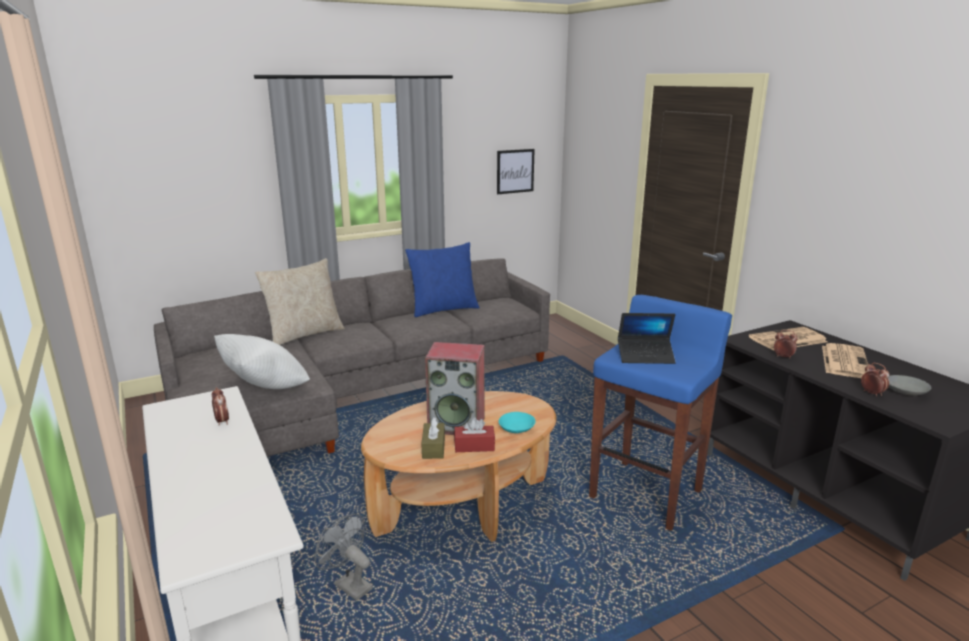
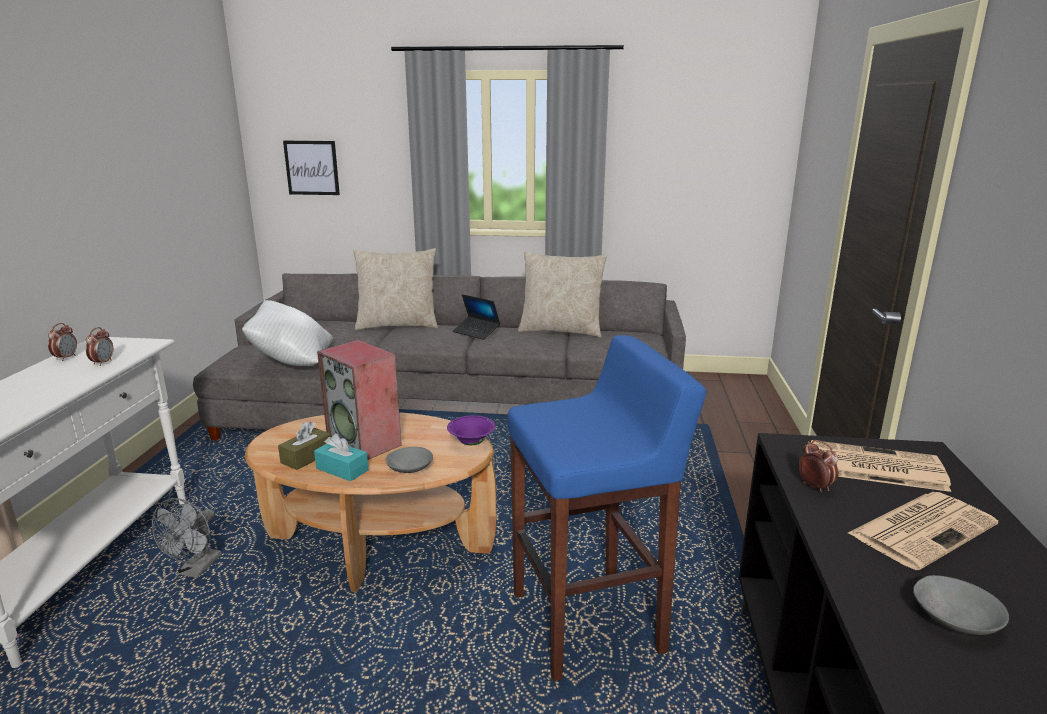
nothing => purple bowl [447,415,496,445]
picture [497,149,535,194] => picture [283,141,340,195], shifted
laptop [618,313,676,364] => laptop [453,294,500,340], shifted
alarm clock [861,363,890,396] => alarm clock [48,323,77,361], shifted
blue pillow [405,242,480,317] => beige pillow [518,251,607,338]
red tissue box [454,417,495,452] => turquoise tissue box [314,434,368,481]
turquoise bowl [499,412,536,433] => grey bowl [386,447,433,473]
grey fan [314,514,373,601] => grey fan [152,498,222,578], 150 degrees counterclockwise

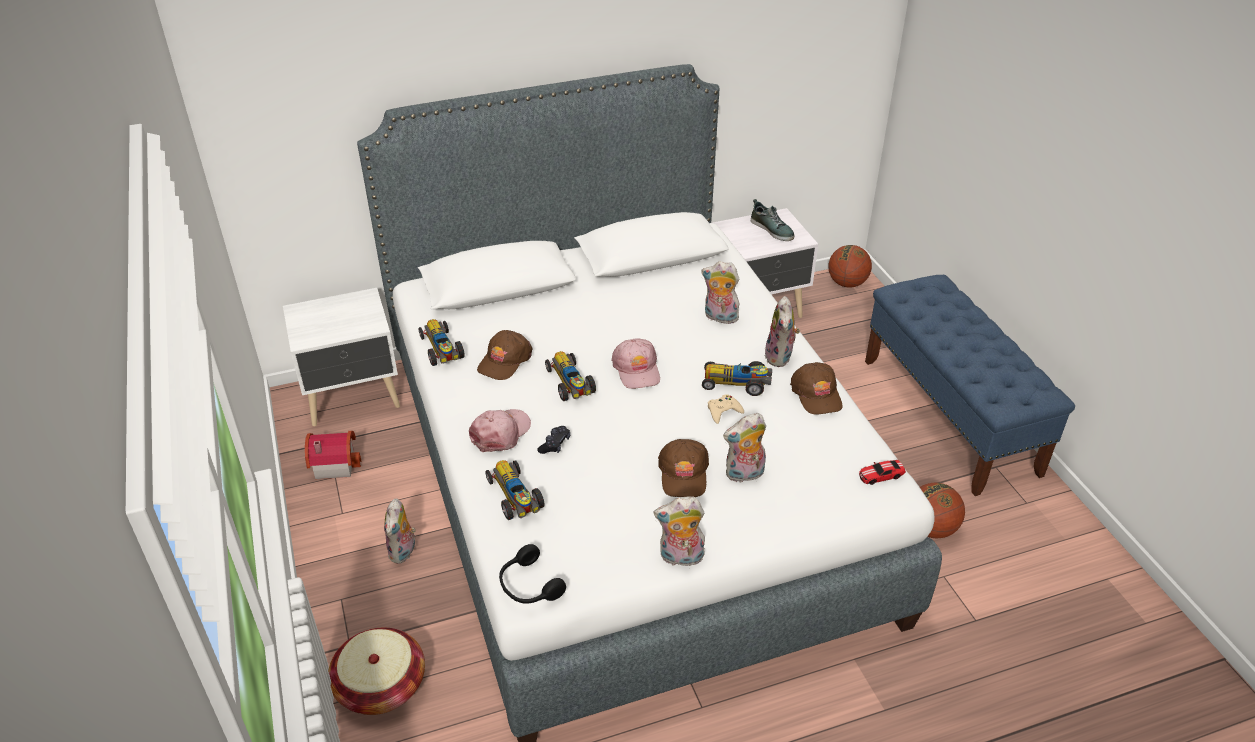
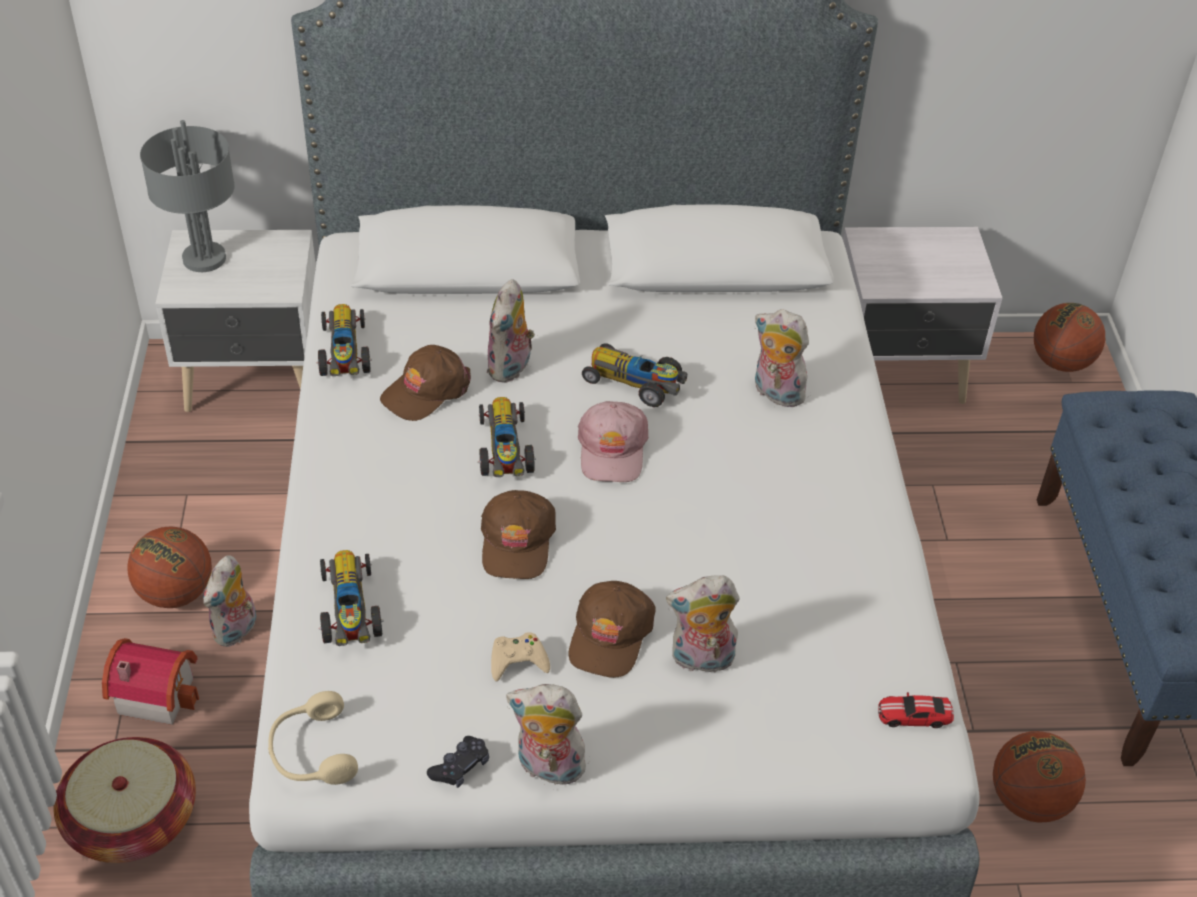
pink cap [469,409,531,452] => nothing
shoe [751,199,794,241] => nothing
nothing => basketball [127,526,212,608]
nothing => grey table lamp [140,120,235,272]
toy house [305,431,361,479] => toy house [102,638,199,725], shifted
black game controller [537,426,570,454] => black game controller [427,736,489,788], shifted
toy car [702,361,772,396] => toy car [582,343,687,407], shifted
beige game controller [708,394,744,424] => beige game controller [491,632,550,681], shifted
plush toy [764,296,800,367] => plush toy [487,279,535,383], shifted
brown cap [790,362,843,415] => brown cap [481,490,556,579], shifted
black headphones [499,544,566,604] => beige headphones [268,691,358,785]

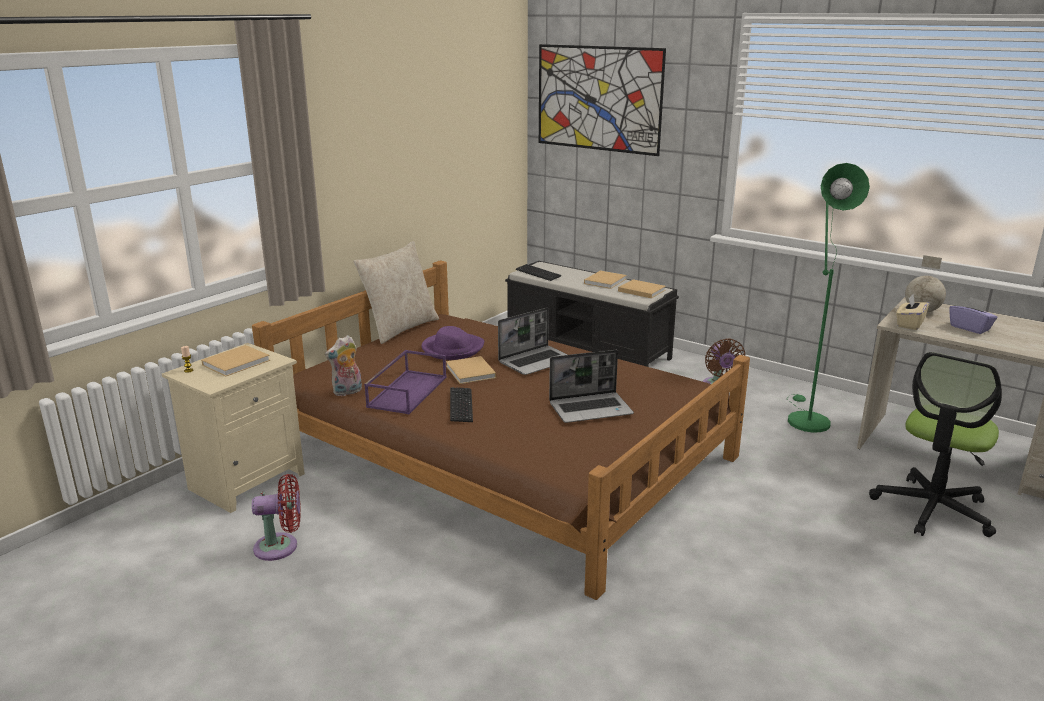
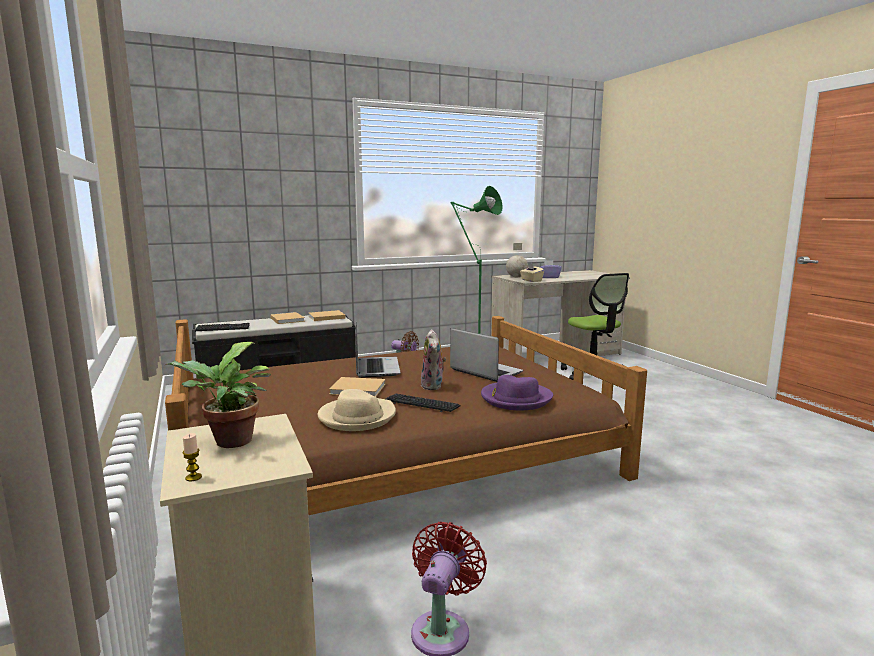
beige pillow [354,241,439,344] => nothing
picture [539,44,666,156] => nothing
plush toy [325,335,362,396] => plush toy [420,329,446,390], shifted
purple hat [422,326,484,360] => purple hat [481,375,553,410], shifted
beige book [201,345,270,376] => potted plant [165,342,271,448]
purple tray [364,350,446,414] => beige hat [318,389,396,431]
laptop [549,350,634,423] => laptop [450,328,523,382], 60 degrees counterclockwise

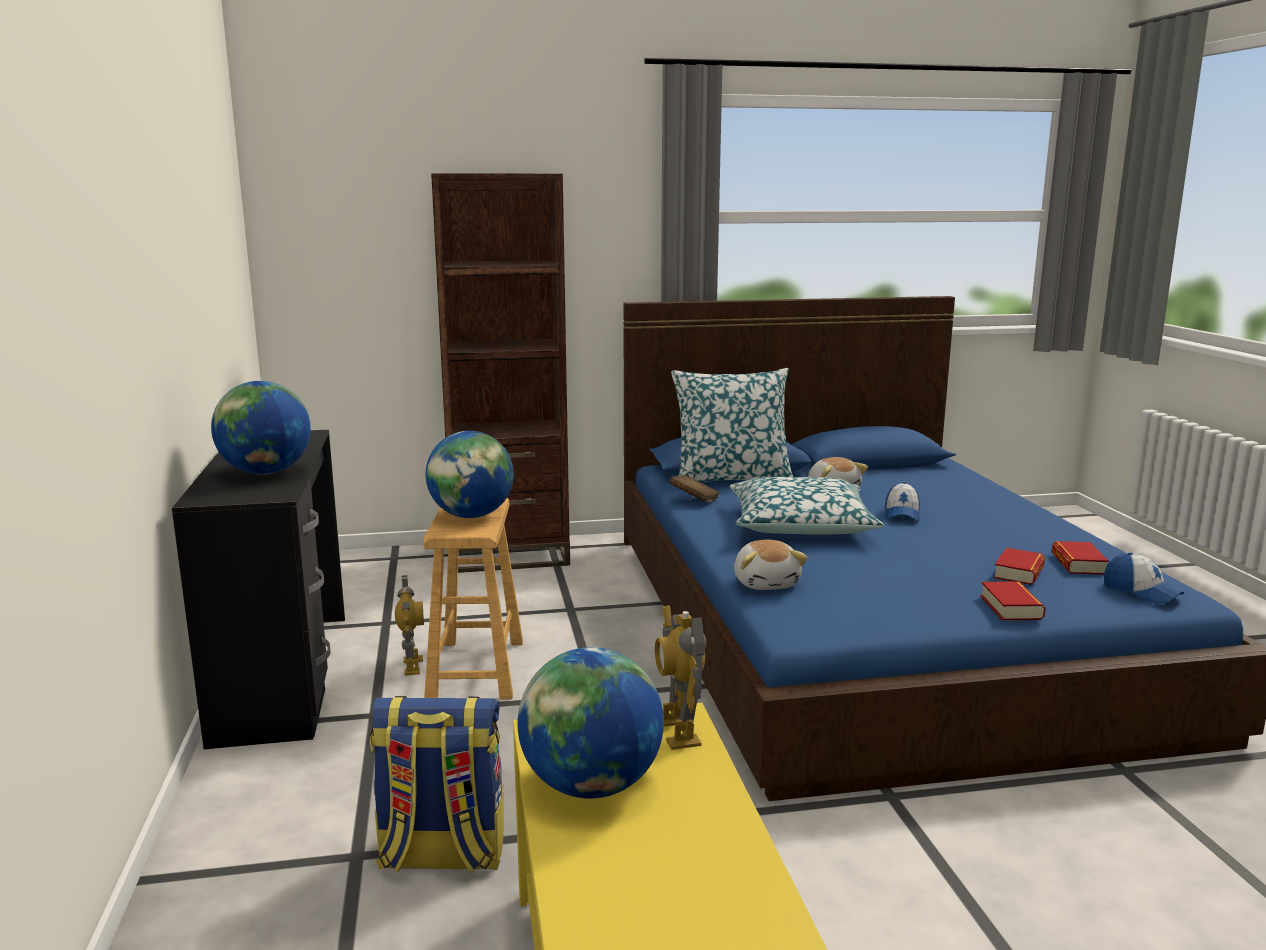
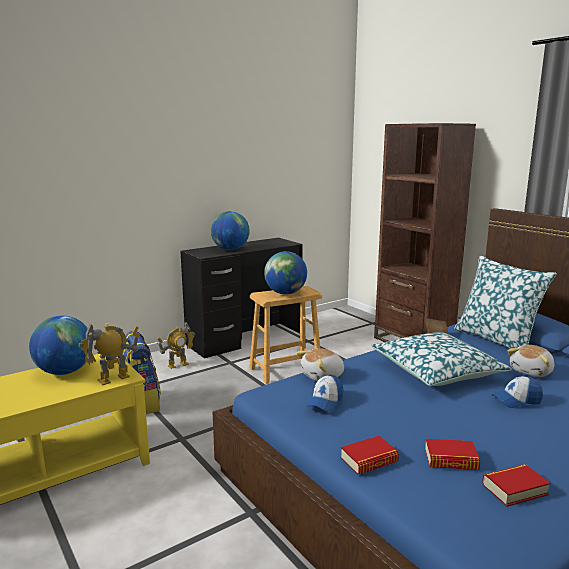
toy robot [395,575,424,676] => toy robot [157,322,195,369], shifted
cap [1104,553,1184,604] => cap [306,374,343,412], shifted

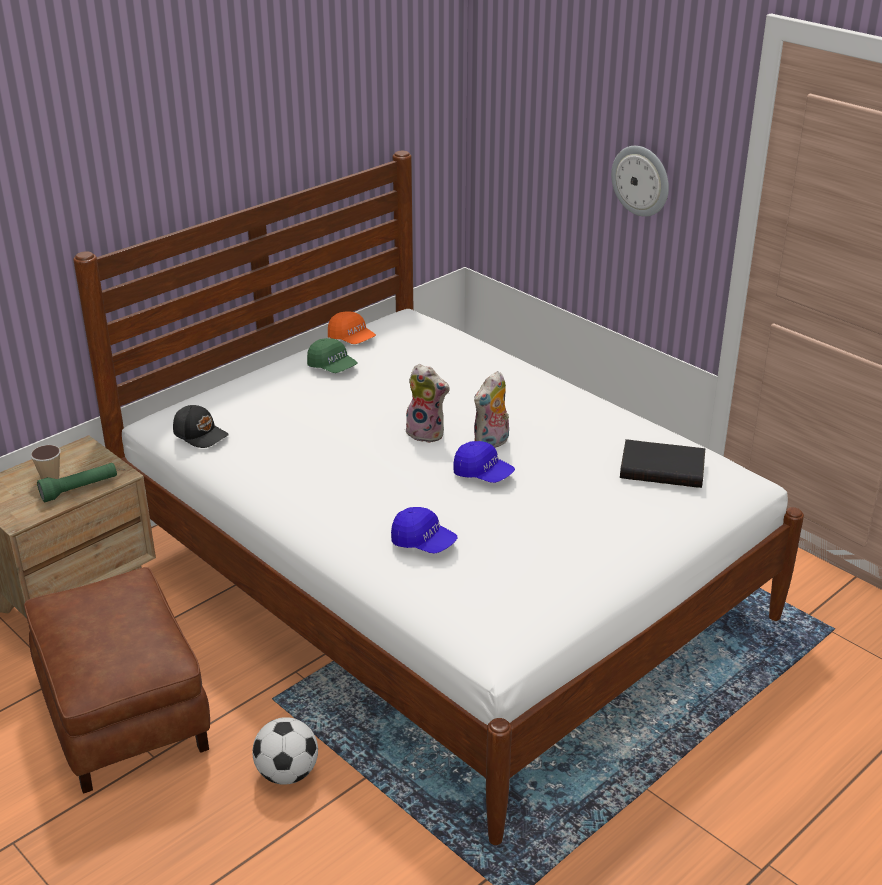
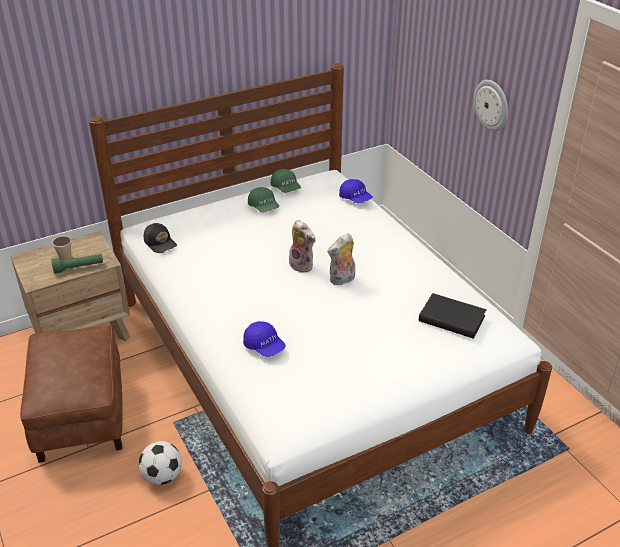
blue cap [453,441,515,483] => blue cap [339,179,373,203], shifted
orange cap [328,311,376,344] => green cap [271,169,301,193]

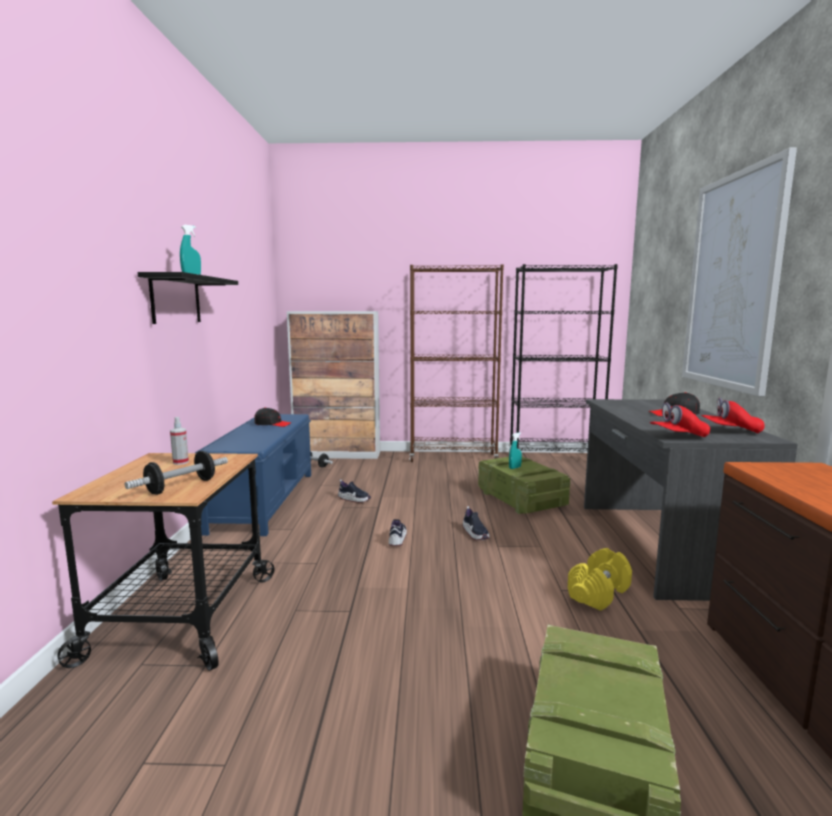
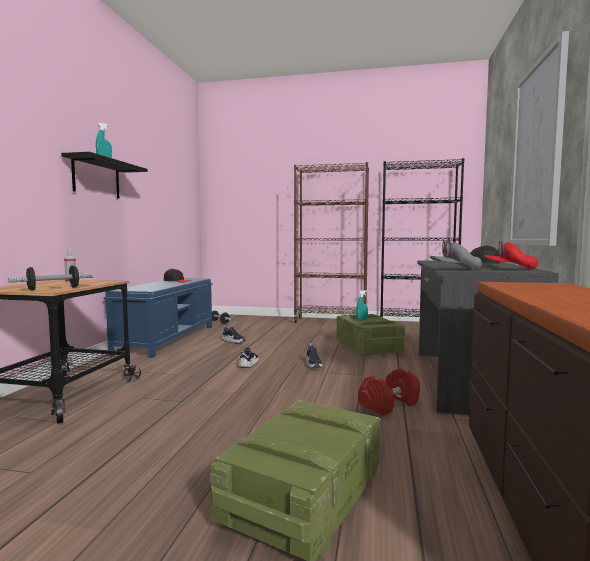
cabinet [287,311,380,459] => nothing
yellow dumbbell [568,548,632,611] => red dumbbell [358,369,420,415]
red cap [650,402,710,437] => grey cap [430,241,482,270]

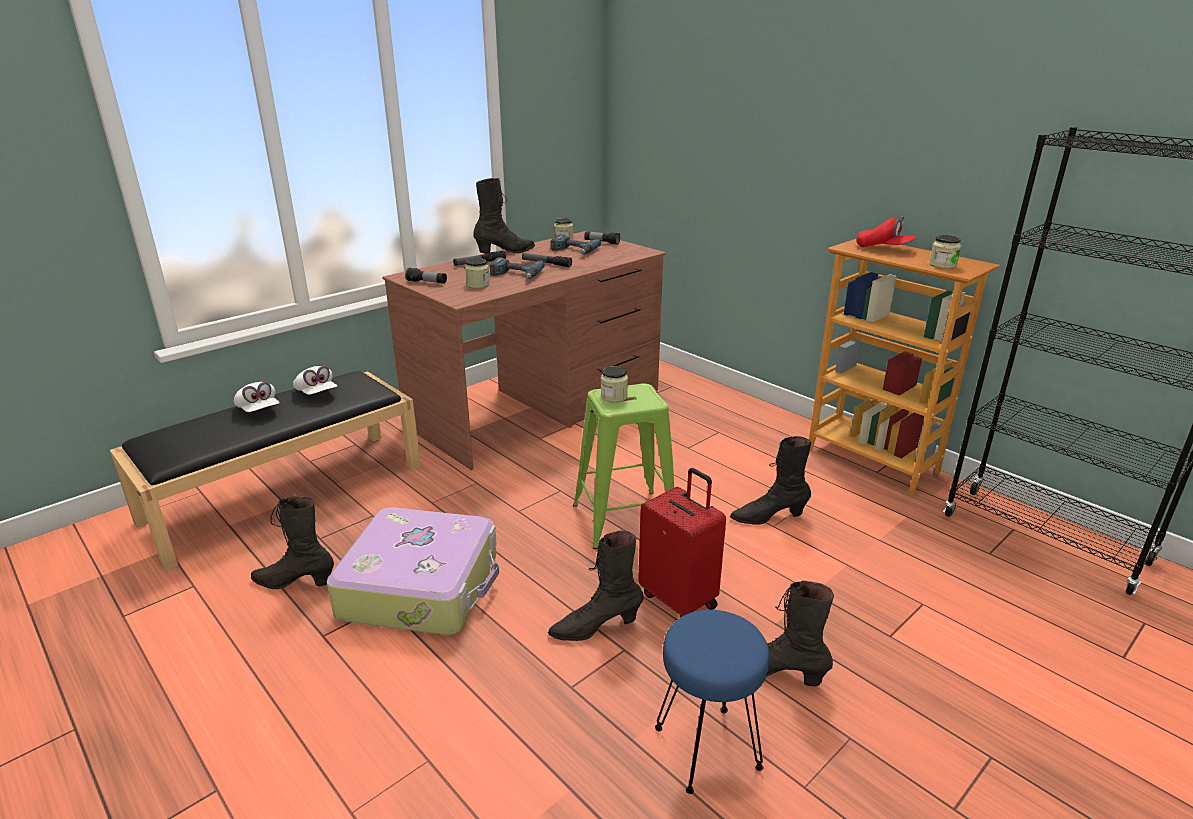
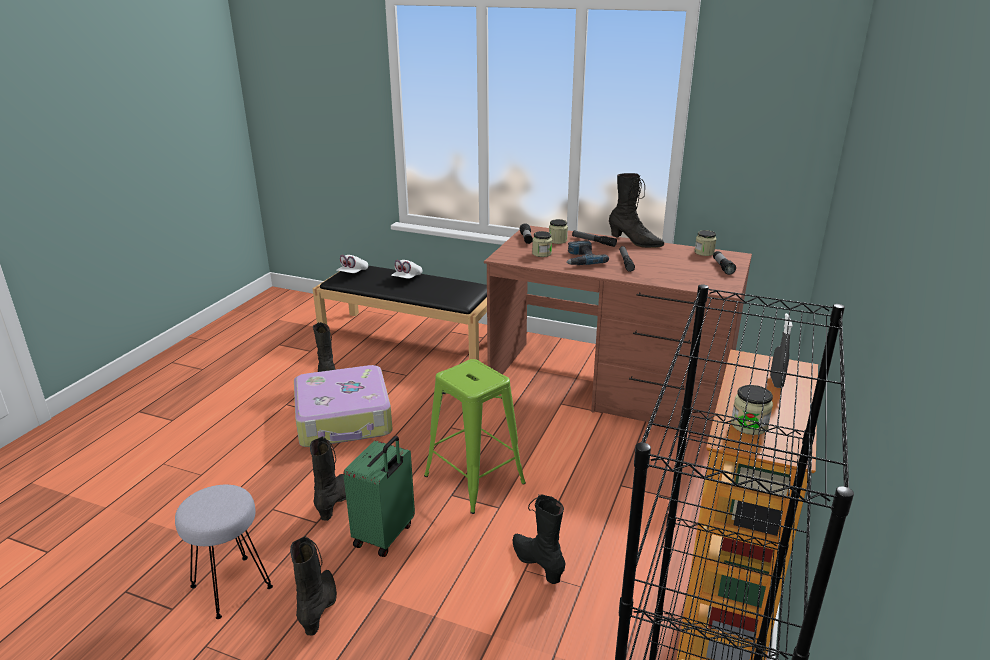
power drill [551,235,601,255] => nothing
white cap [293,366,337,395] => white cap [336,255,368,273], shifted
jar [601,366,628,402] => jar [549,219,568,244], shifted
red cap [856,216,917,247] => grey spray bottle [770,313,792,388]
red suitcase [638,468,726,618] => green suitcase [343,436,415,557]
blue stool [655,610,769,794] => grey stool [175,485,273,619]
black boot [548,531,644,641] => black boot [310,436,346,521], 45 degrees clockwise

